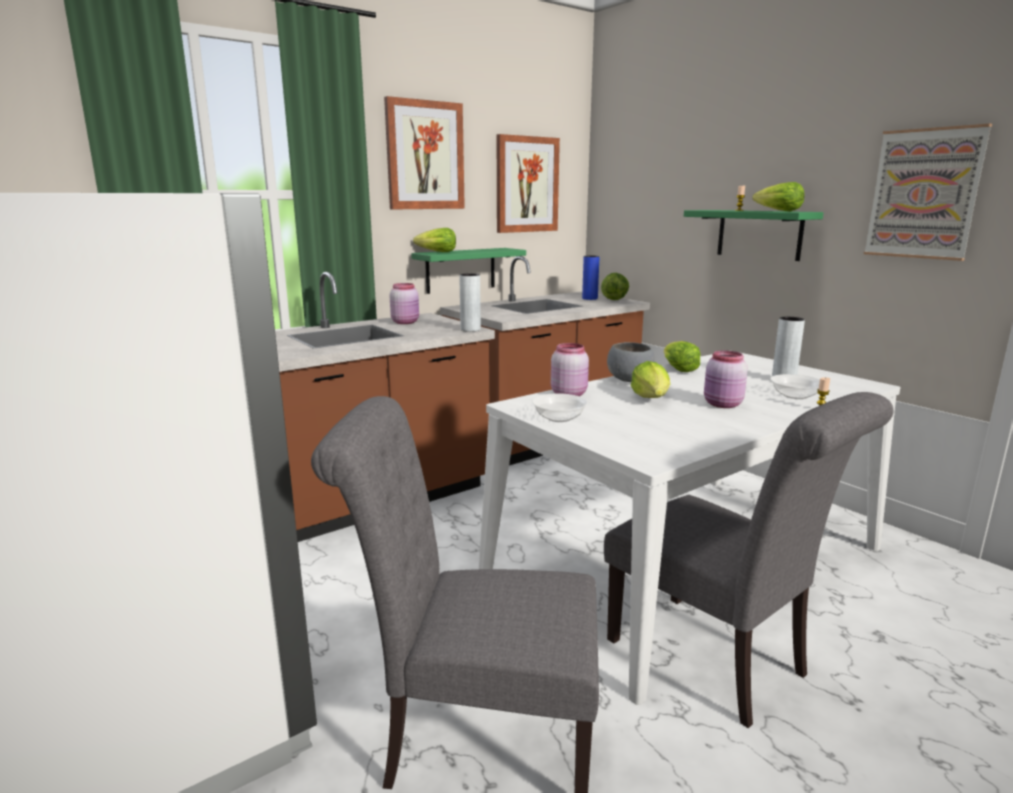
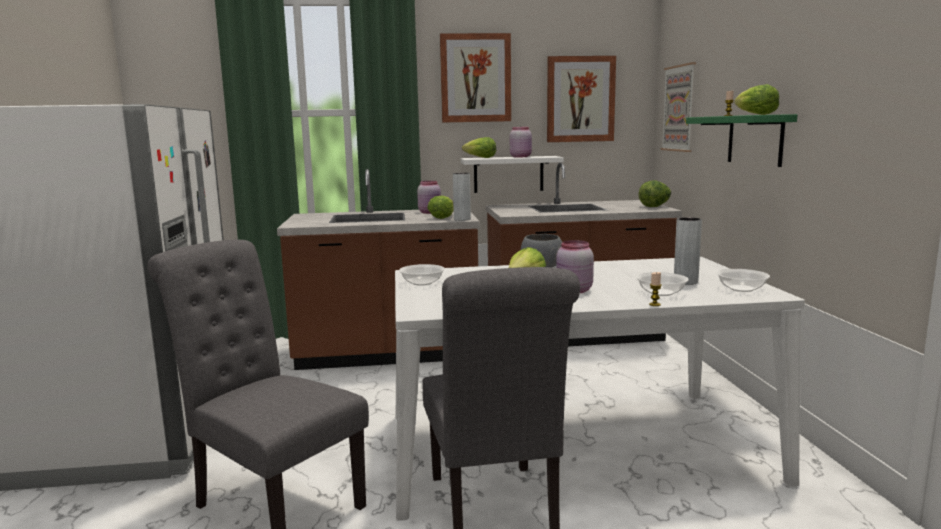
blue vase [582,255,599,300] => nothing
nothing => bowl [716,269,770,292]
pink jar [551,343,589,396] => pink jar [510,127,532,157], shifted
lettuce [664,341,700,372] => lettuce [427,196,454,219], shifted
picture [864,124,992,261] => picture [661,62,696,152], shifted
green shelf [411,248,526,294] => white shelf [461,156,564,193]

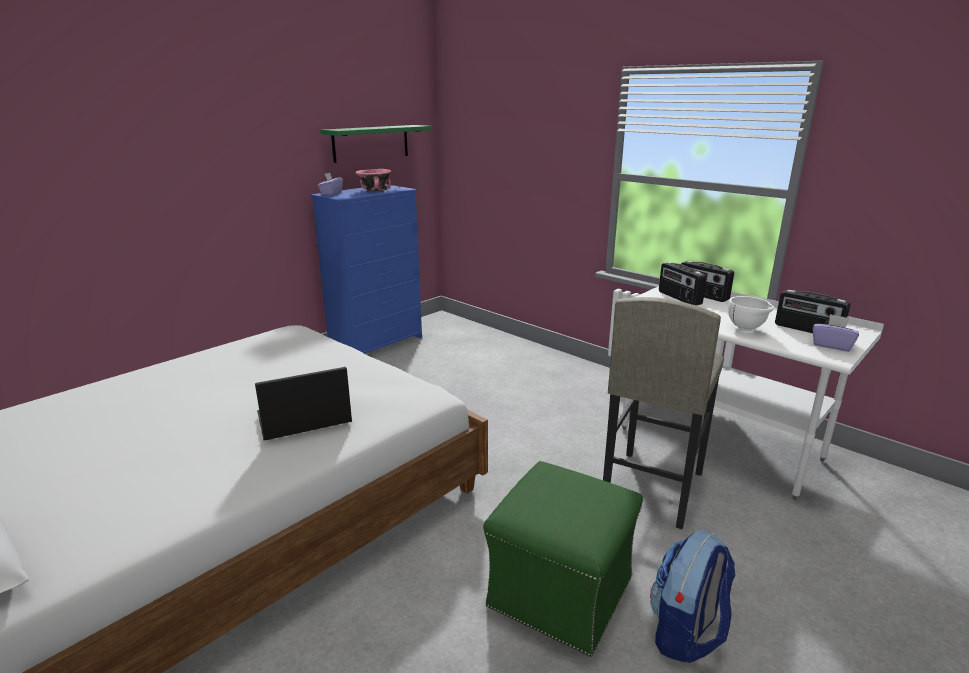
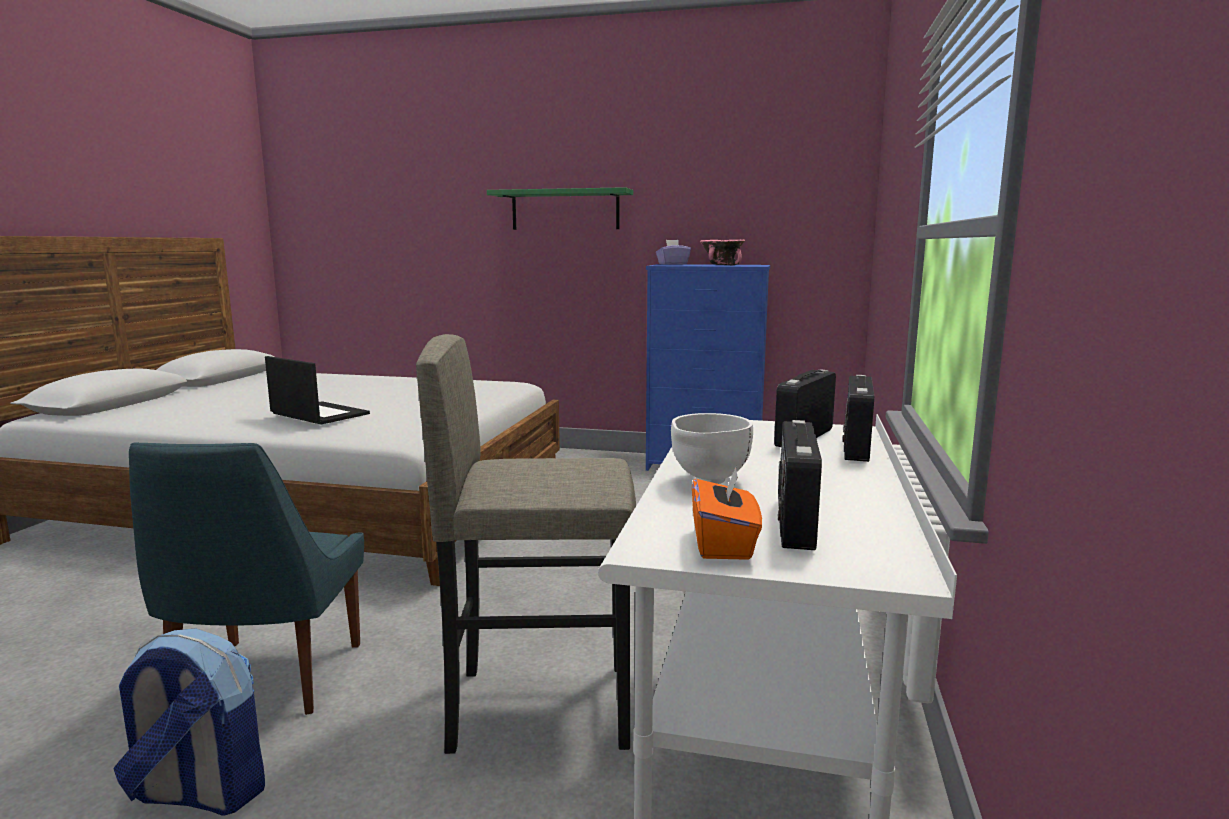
green shelf [320,125,432,163] => green shelf [487,187,633,230], shifted
green ottoman [483,461,643,657] => blue chair [129,442,364,715]
purple tissue box [813,314,859,352] => orange tissue box [692,465,762,560]

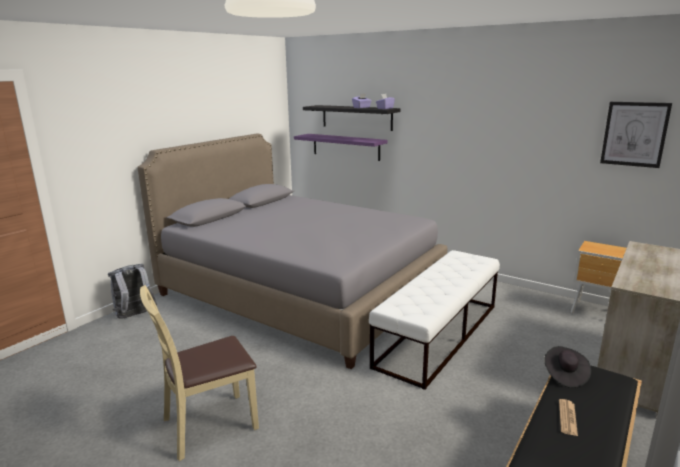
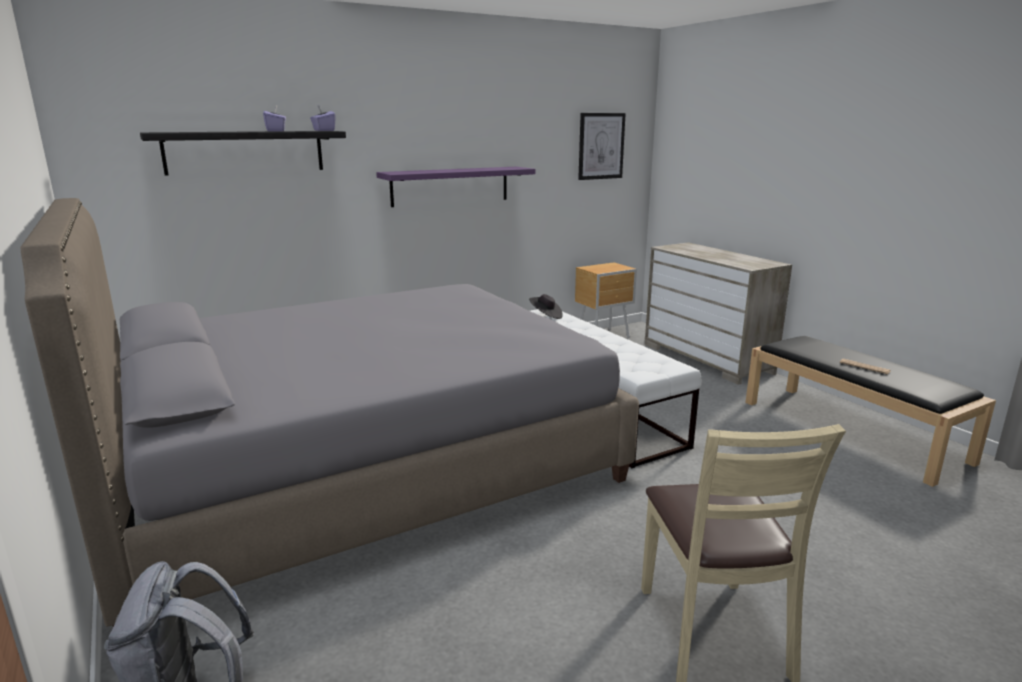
purple shelf [294,134,387,161] => purple shelf [376,167,535,207], shifted
black hat [544,346,591,388] => black hat [529,294,563,319], shifted

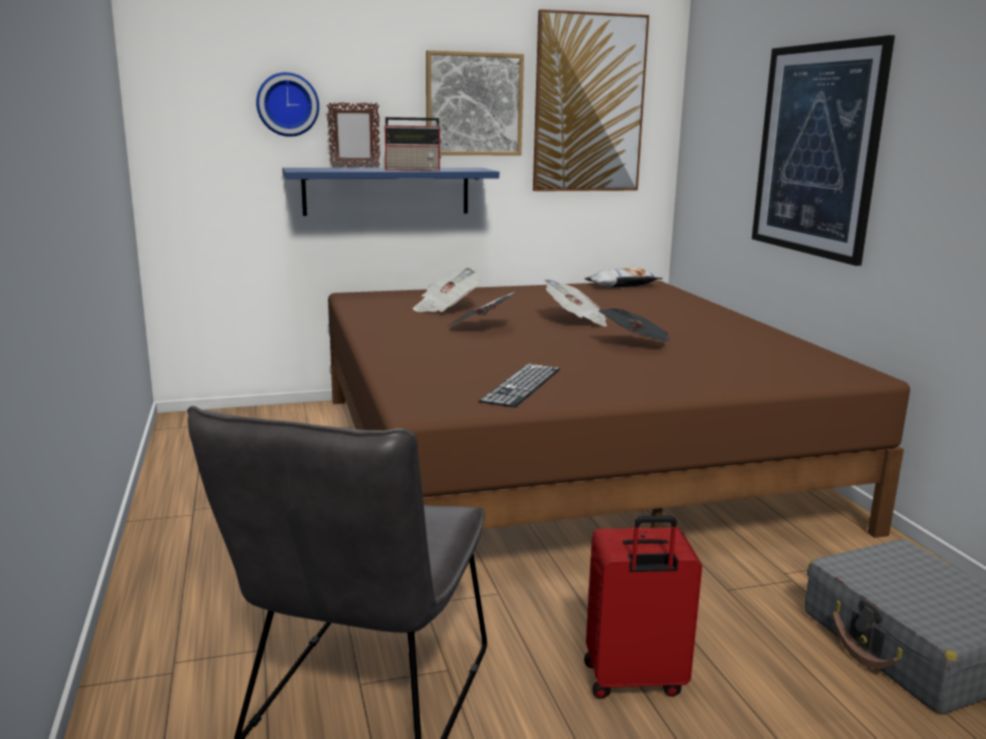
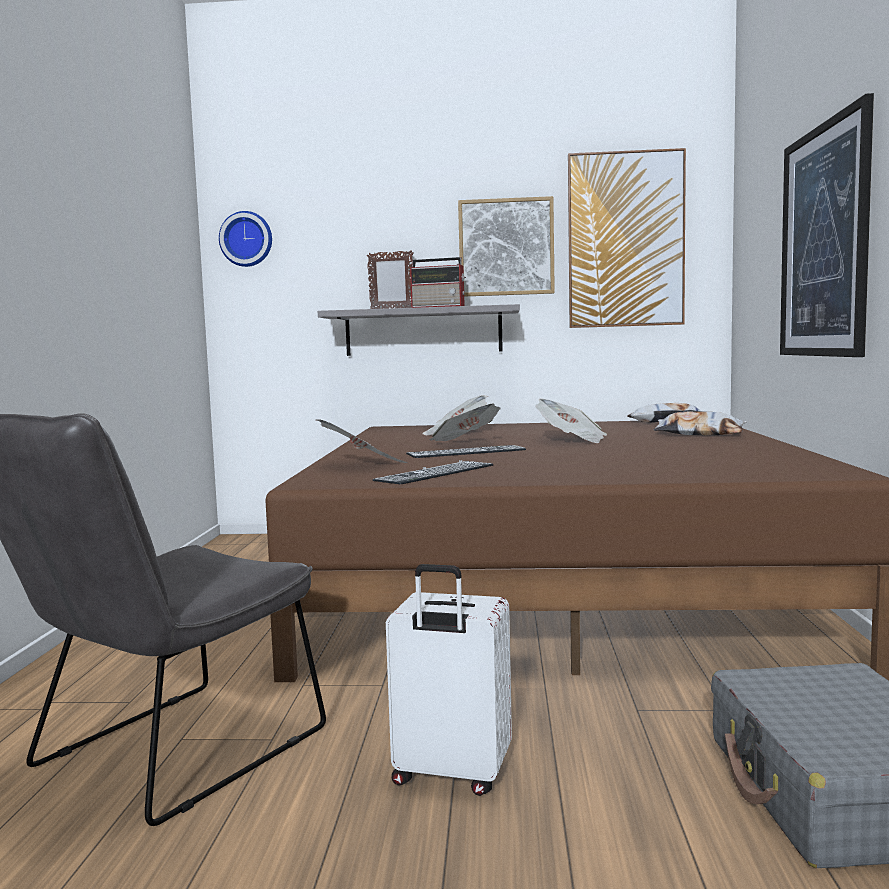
nothing => keyboard [406,445,526,458]
nothing => pillow [653,411,746,435]
wall clock [256,72,319,137] => wall clock [219,211,272,267], shifted
newspaper [599,308,671,341] => newspaper [316,419,408,463], shifted
blue shelf [282,168,499,216] => grey shelf [318,304,520,356]
red suitcase [584,515,702,699] => white suitcase [386,564,512,796]

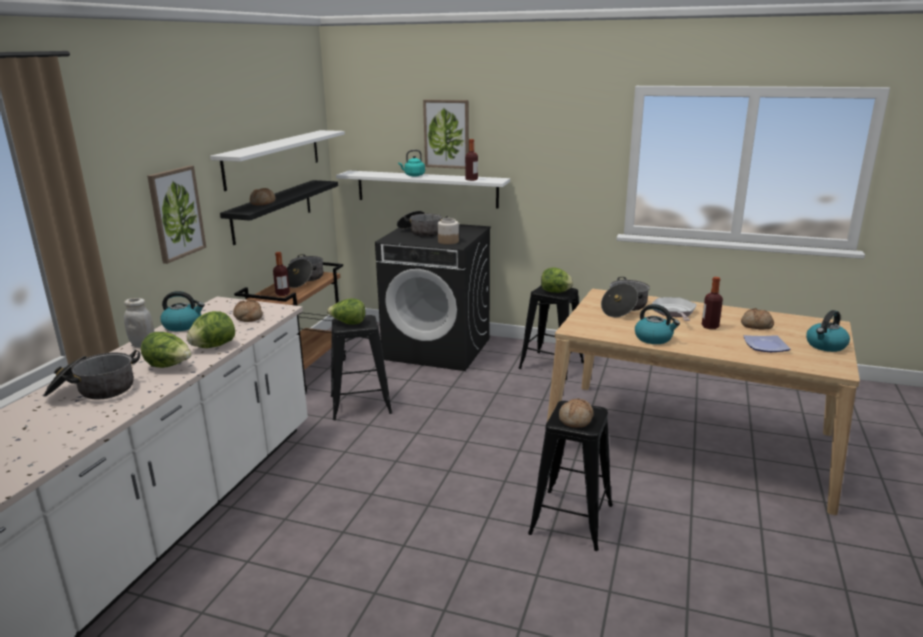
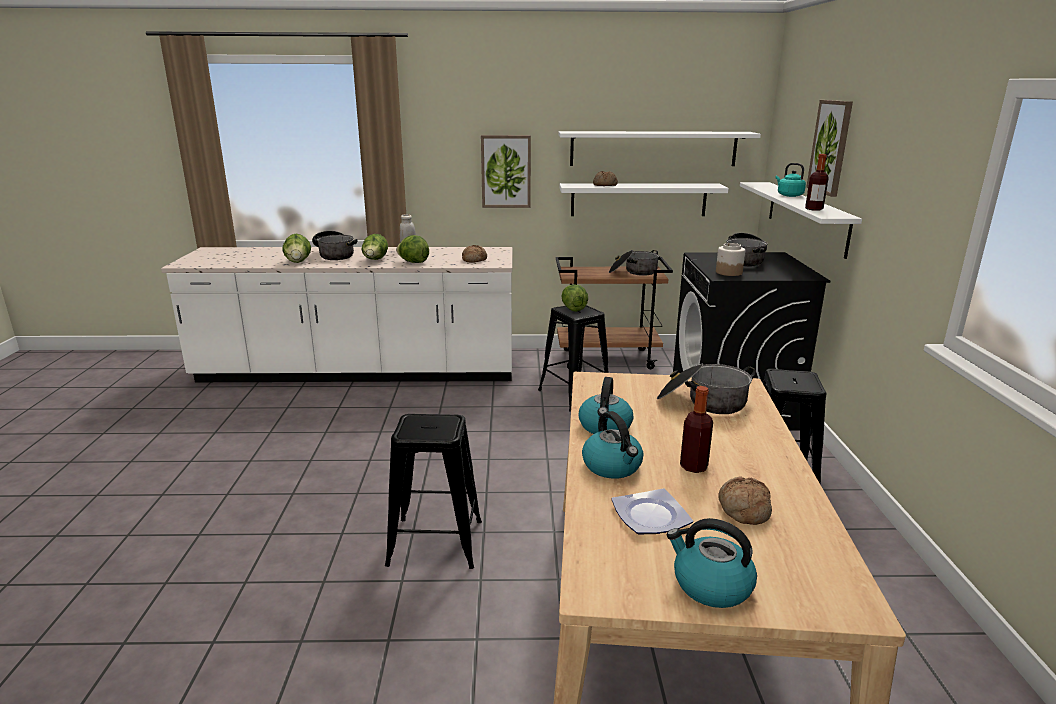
bottle [273,252,290,296] => nothing
bread [559,398,594,428] => nothing
frying pan [652,297,697,321] => nothing
kettle [160,291,205,331] => kettle [582,411,643,479], shifted
lettuce [541,268,574,293] => lettuce [282,234,311,263], shifted
black shelf [220,180,338,245] => white shelf [559,183,729,216]

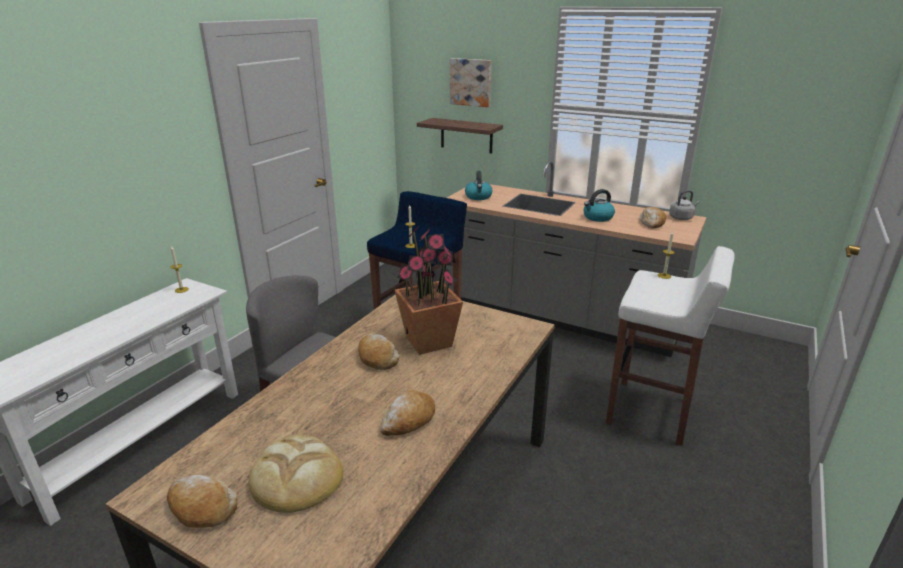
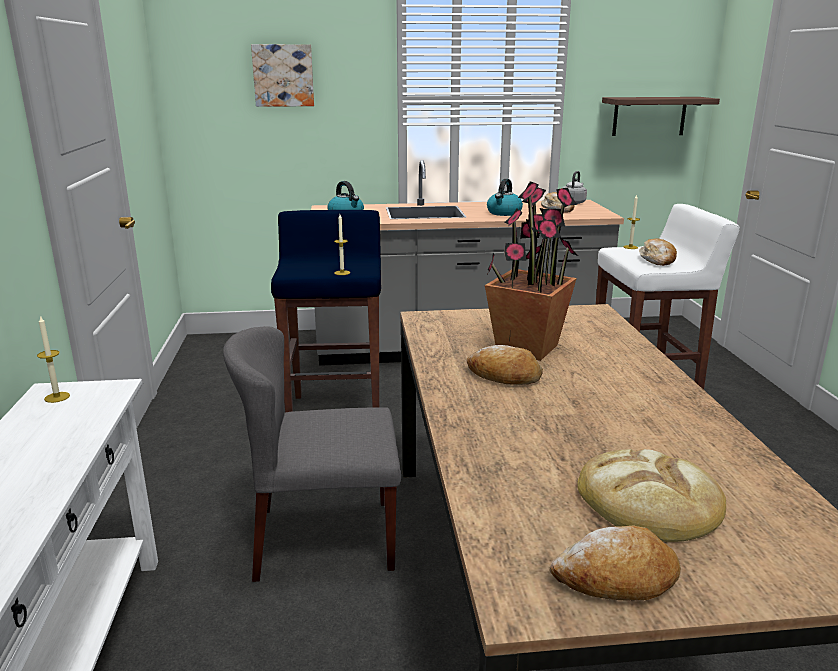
bread [380,390,435,436] => bread [639,239,677,266], shifted
shelf [417,118,503,154] => shelf [602,97,720,136], shifted

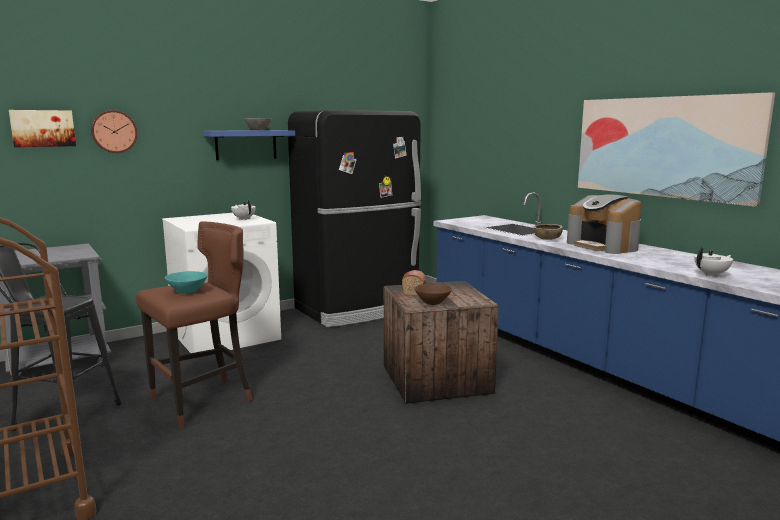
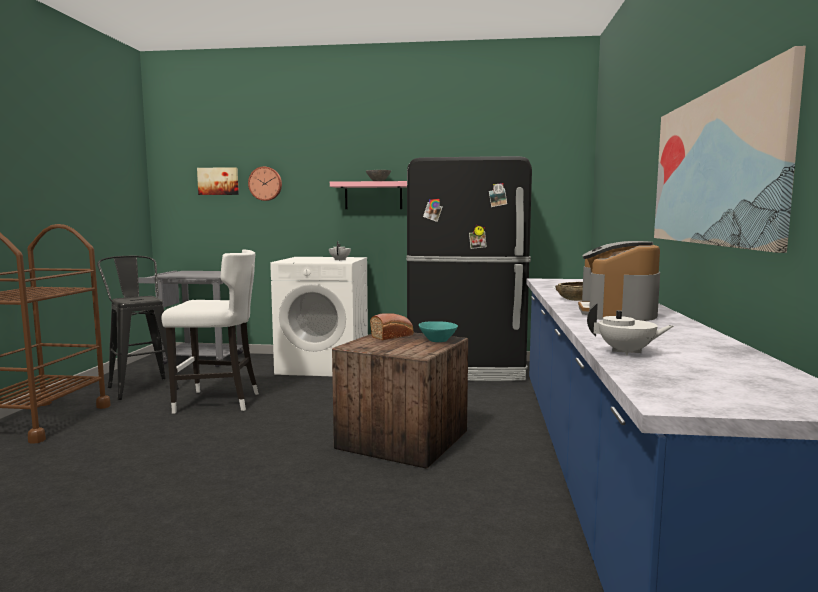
brown bowl [415,283,452,305] => nothing
turquoise bowl [165,271,208,294] => turquoise bowl [419,321,458,342], shifted
brown stool [136,221,253,428] => white stool [162,249,258,414]
blue shelf [203,130,295,160] => pink shelf [330,181,407,209]

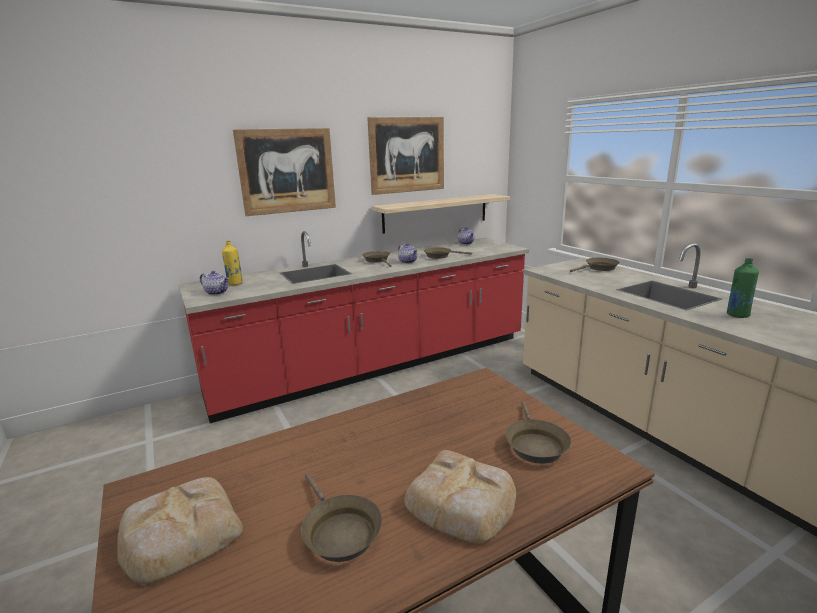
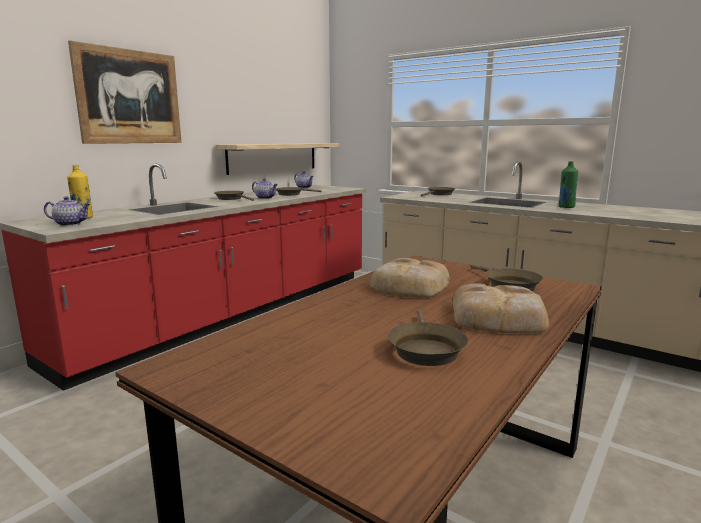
picture [367,117,444,195] => nothing
bread [117,477,243,584] => bread [369,258,450,298], shifted
brown frying pan [301,474,382,562] => brown frying pan [388,310,468,366], 60 degrees clockwise

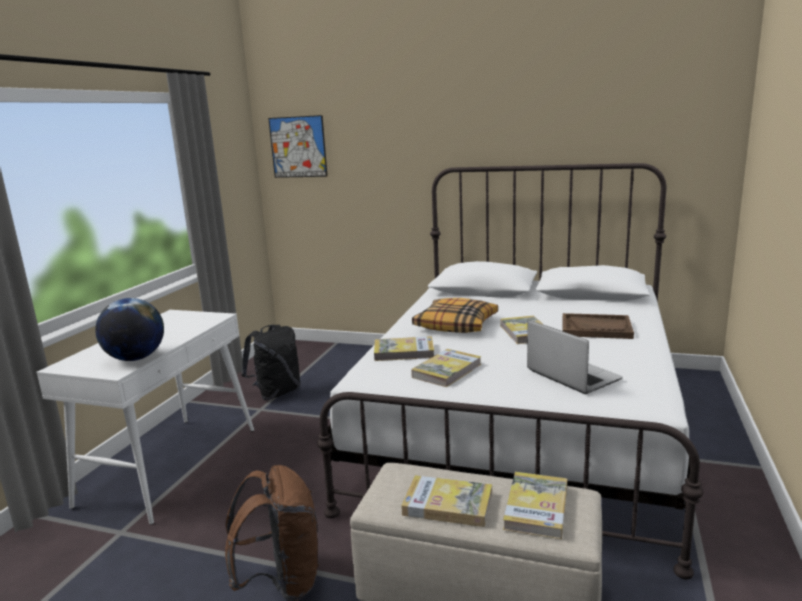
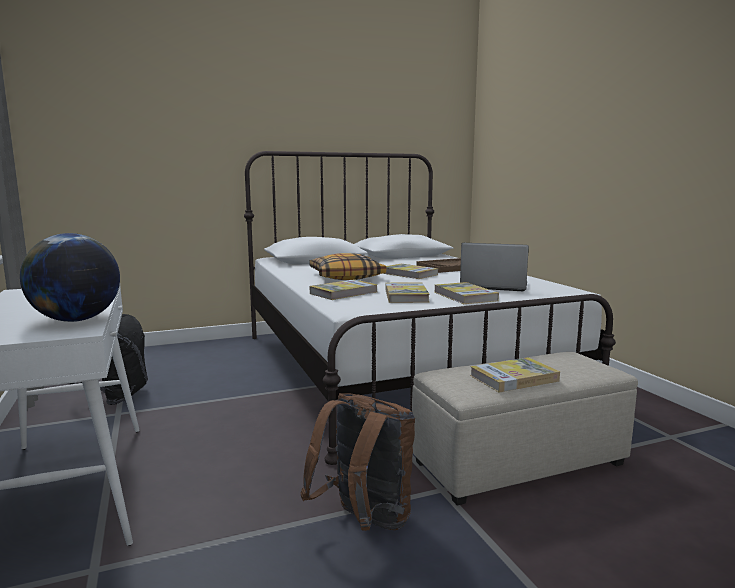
picture [268,115,328,178] => nothing
book [503,472,567,539] => book [434,282,499,304], shifted

